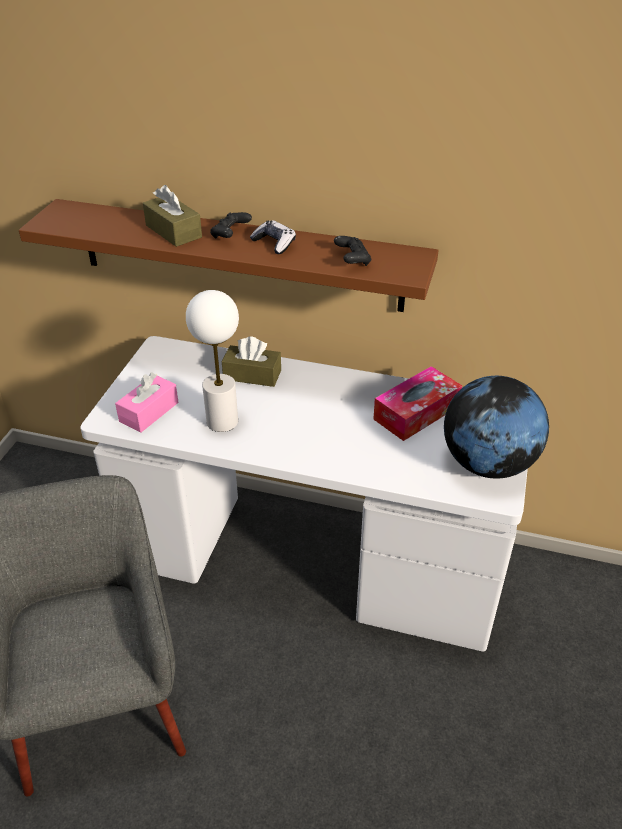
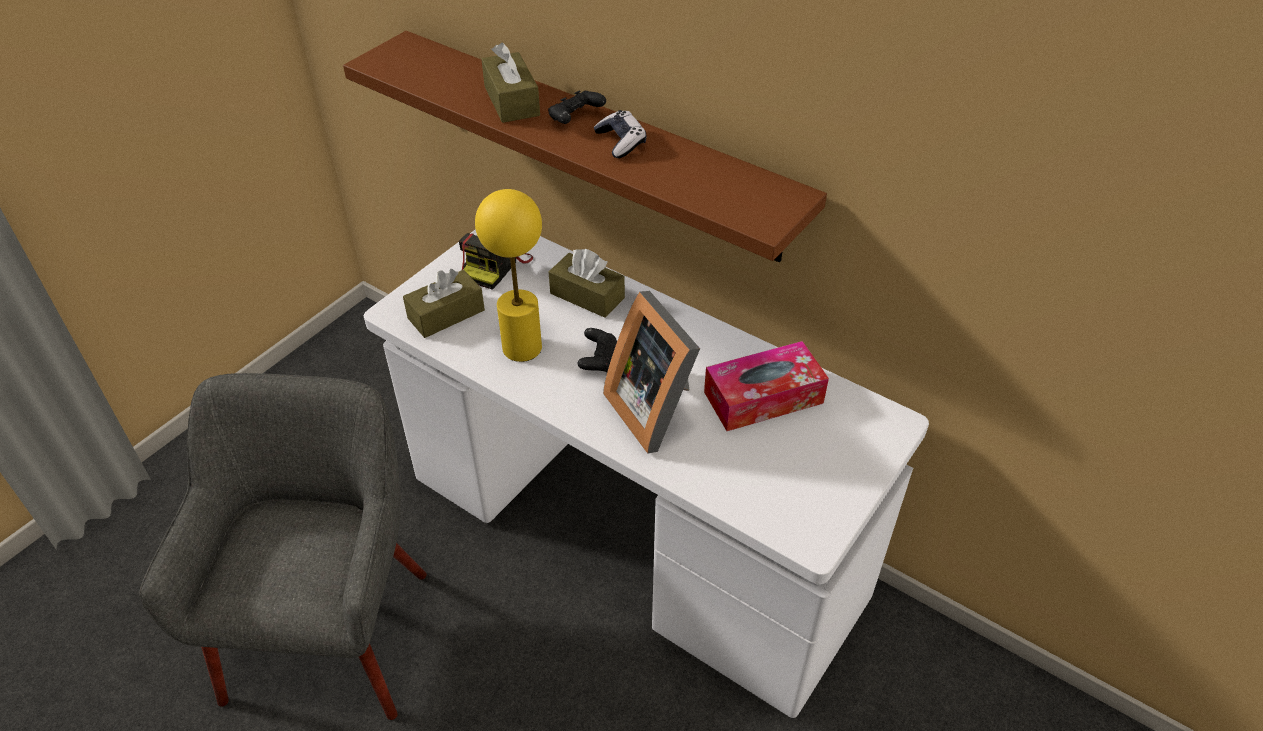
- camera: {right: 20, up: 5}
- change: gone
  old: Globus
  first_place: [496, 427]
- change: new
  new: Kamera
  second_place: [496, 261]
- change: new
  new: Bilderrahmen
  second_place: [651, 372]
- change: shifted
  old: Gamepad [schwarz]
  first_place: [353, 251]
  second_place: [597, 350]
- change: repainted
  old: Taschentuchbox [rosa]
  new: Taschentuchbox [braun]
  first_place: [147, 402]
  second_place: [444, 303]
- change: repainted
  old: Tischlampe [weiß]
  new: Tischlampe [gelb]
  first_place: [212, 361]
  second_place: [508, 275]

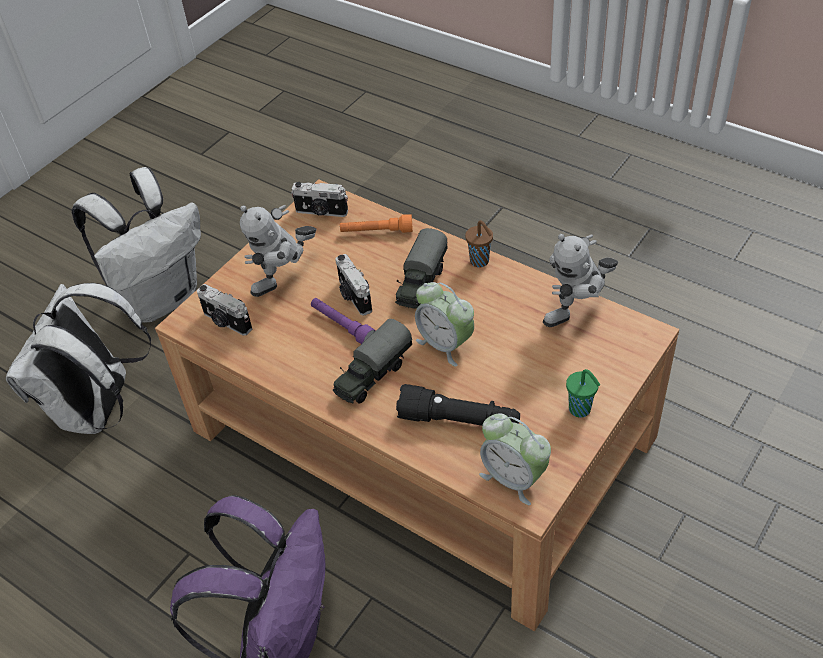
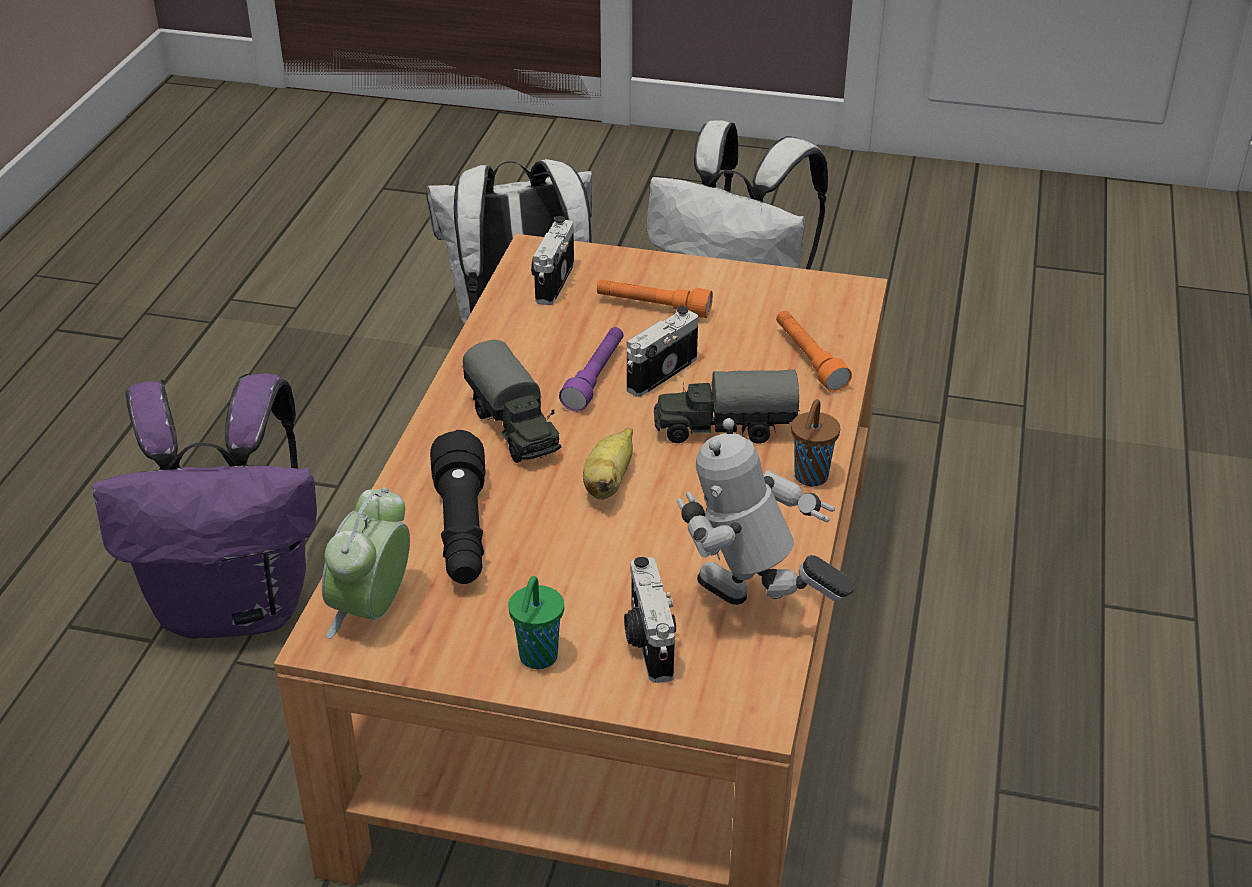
- camera: {right: 65, up: -10}
- change: shifted
  old: Kamera
  first_place: [319, 199]
  second_place: [650, 620]
- change: swapped
  old: Spielzeugroboter
  new: Taschenlampe [orange]
  first_place: [278, 251]
  second_place: [655, 299]
- change: swapped
  old: Wecker
  new: Banane
  first_place: [444, 324]
  second_place: [608, 464]
- change: rotated
  old: Spielzeuglaster
  first_place: [372, 361]
  second_place: [512, 401]
  degrees: -135

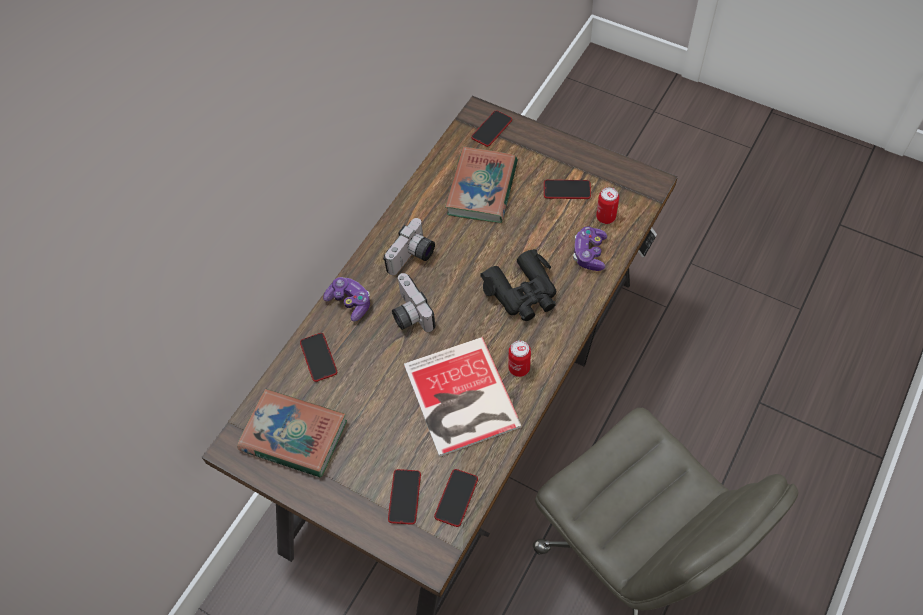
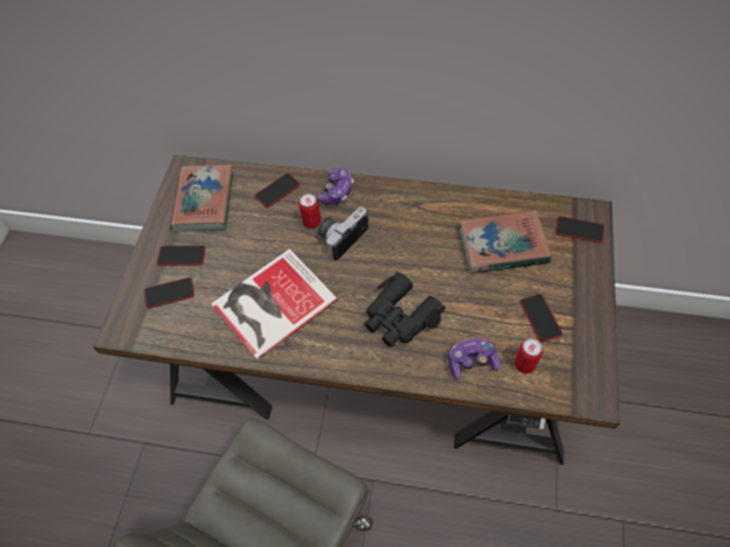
- camera: {right: 70, up: 0}
- change: gone
  old: Kamera
  first_place: [409, 246]
- change: shifted
  old: Handy
  first_place: [456, 498]
  second_place: [181, 255]
- change: shifted
  old: Dose
  first_place: [519, 358]
  second_place: [310, 211]

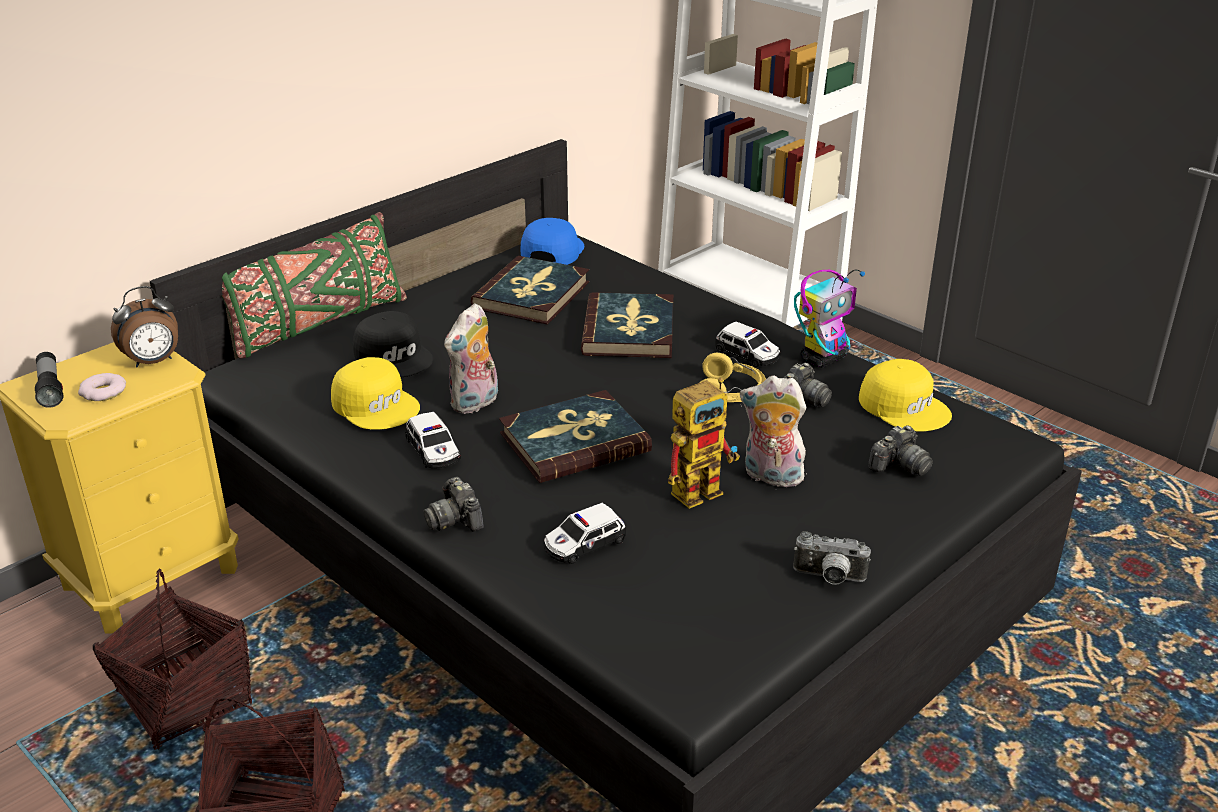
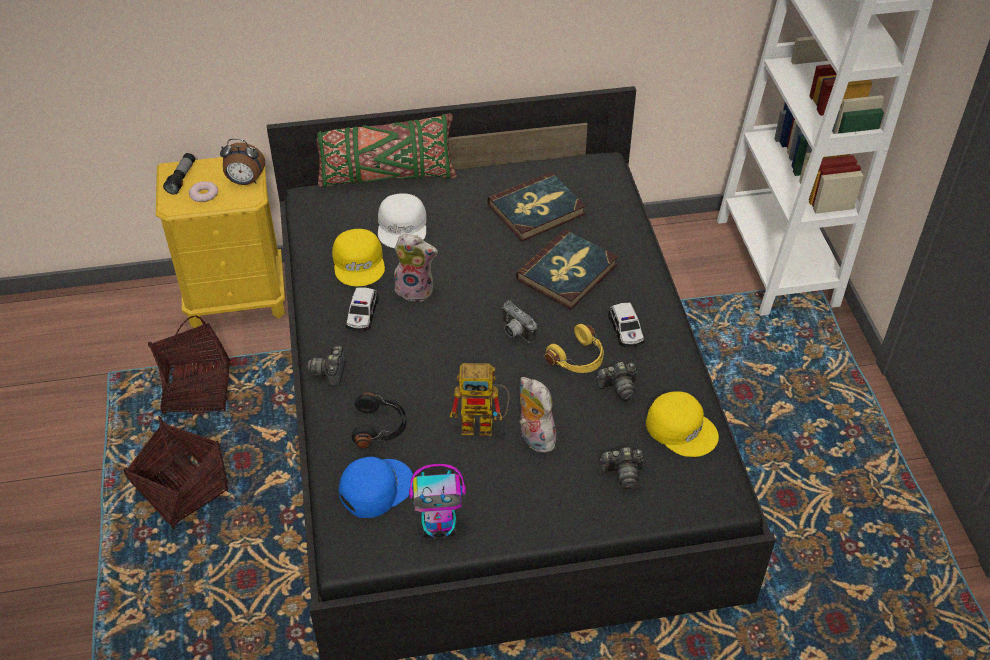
- camera: {right: 35, up: 15}
- change: gone
  old: Buch
  first_place: [575, 436]
- change: shifted
  old: Kappe [blau]
  first_place: [552, 241]
  second_place: [376, 487]
- change: shifted
  old: Kamera
  first_place: [832, 557]
  second_place: [519, 321]
- change: shifted
  old: Spielzeugroboter
  first_place: [829, 319]
  second_place: [437, 501]
- change: swapped
  old: Spielzeugauto
  new: Kopfhörer [schwarz]
  first_place: [585, 533]
  second_place: [379, 420]
- change: repainted
  old: Kappe [schwarz]
  new: Kappe [weiß]
  first_place: [393, 344]
  second_place: [402, 220]
- change: rotated
  old: Plüschtier
  first_place: [471, 358]
  second_place: [416, 268]
  degrees: -150
- change: rotated
  old: Kappe [gelb]
  first_place: [905, 395]
  second_place: [682, 424]
  degrees: -45

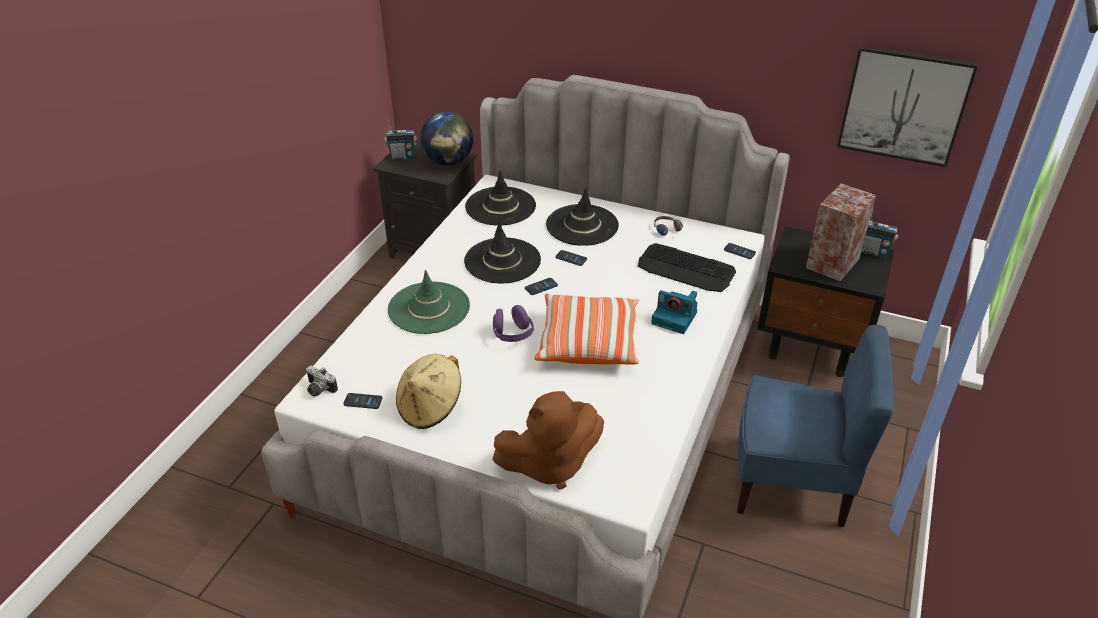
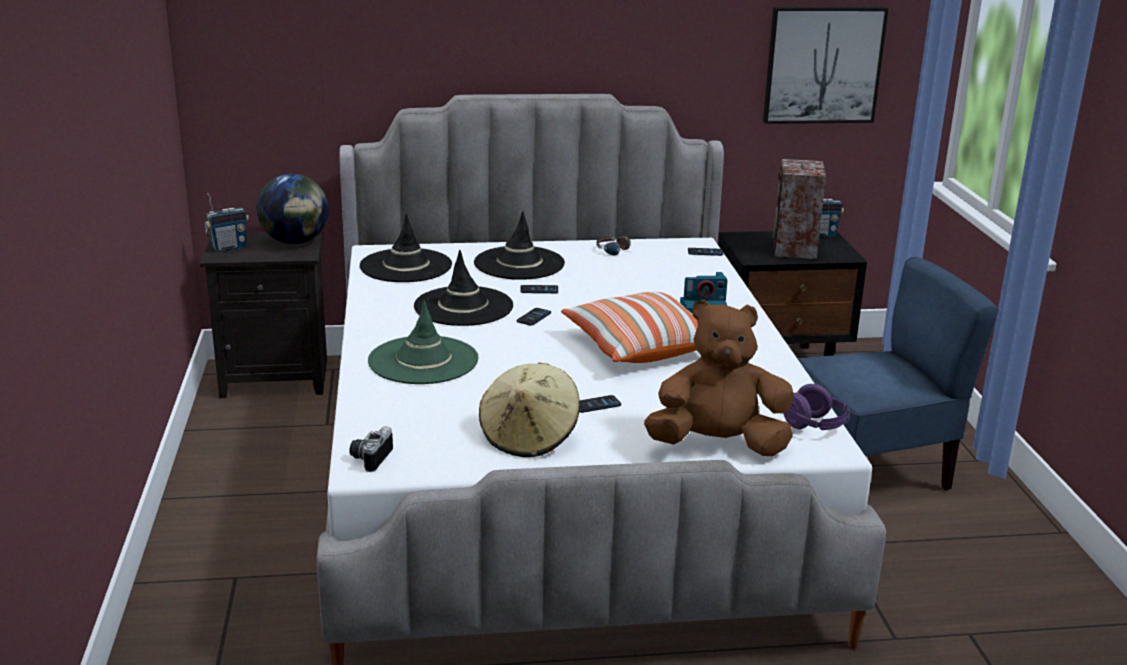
- camera: {right: -30, up: -15}
- change: gone
  old: Tastatur
  first_place: [687, 267]
- change: shifted
  old: Handy
  first_place: [362, 401]
  second_place: [600, 404]
- change: shifted
  old: Kopfhörer [lila]
  first_place: [513, 323]
  second_place: [816, 407]
- change: rotated
  old: Kamera
  first_place: [322, 381]
  second_place: [371, 449]
  degrees: 105
- change: rotated
  old: Plüschtier [braun]
  first_place: [548, 440]
  second_place: [719, 377]
  degrees: -135

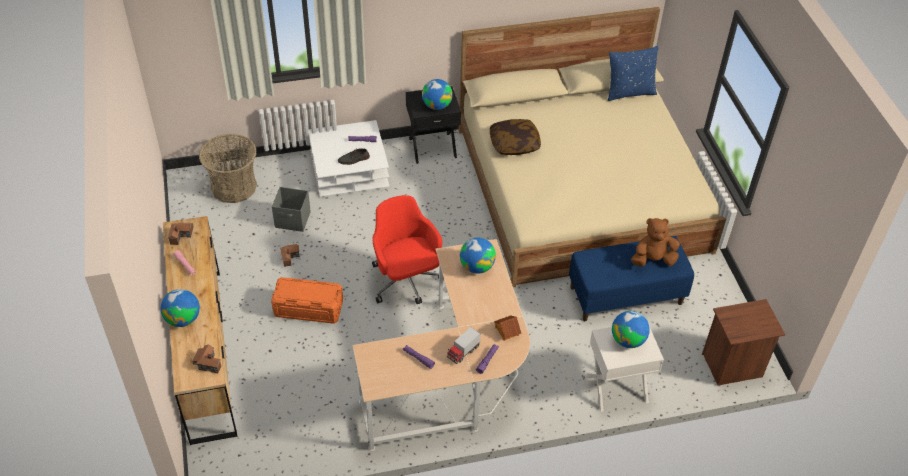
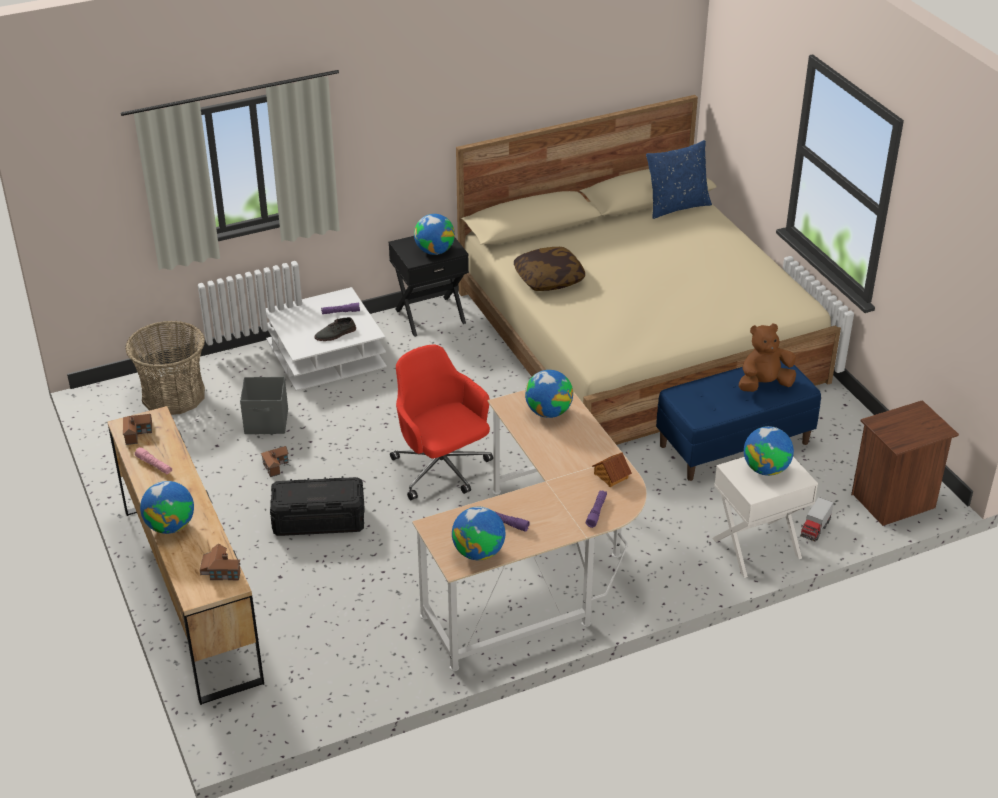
- camera: {right: -10, up: -10}
- change: new
  new: Globus
  second_place: [478, 533]
- change: shifted
  old: Spielzeuglaster
  first_place: [464, 345]
  second_place: [817, 519]
- change: repainted
  old: Aufbewahrungsbox [orange]
  new: Aufbewahrungsbox [schwarz]
  first_place: [307, 300]
  second_place: [317, 506]

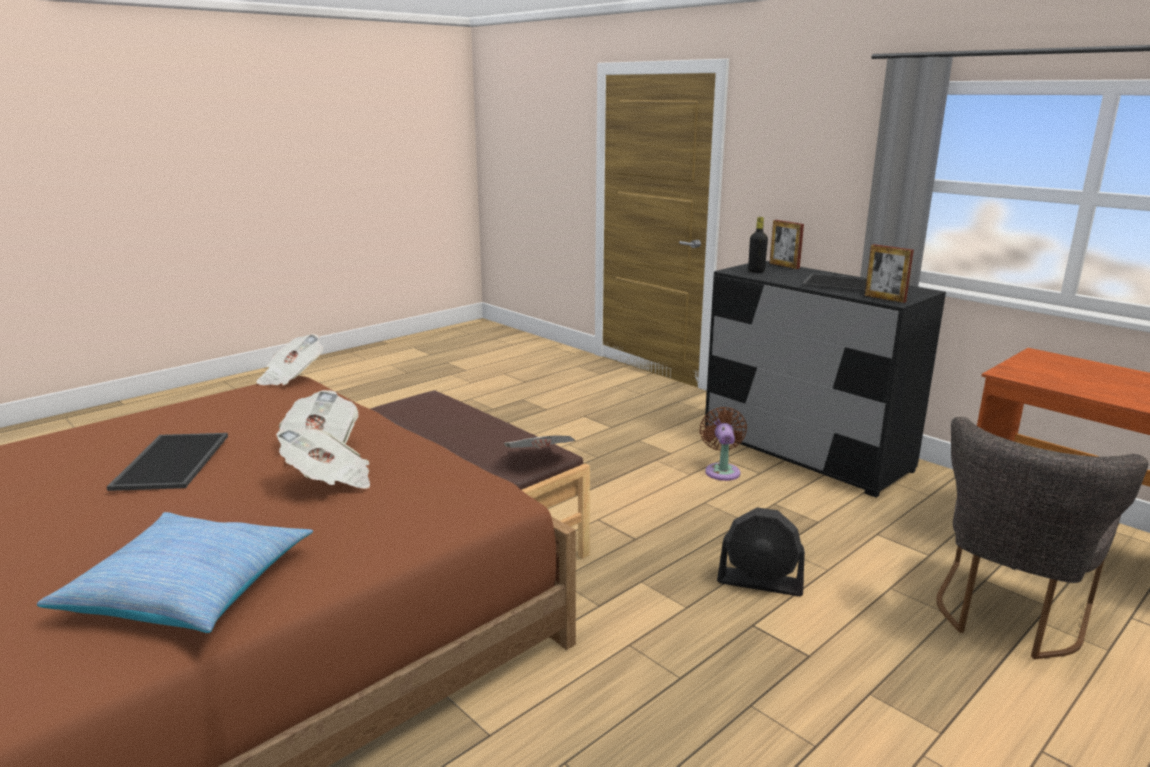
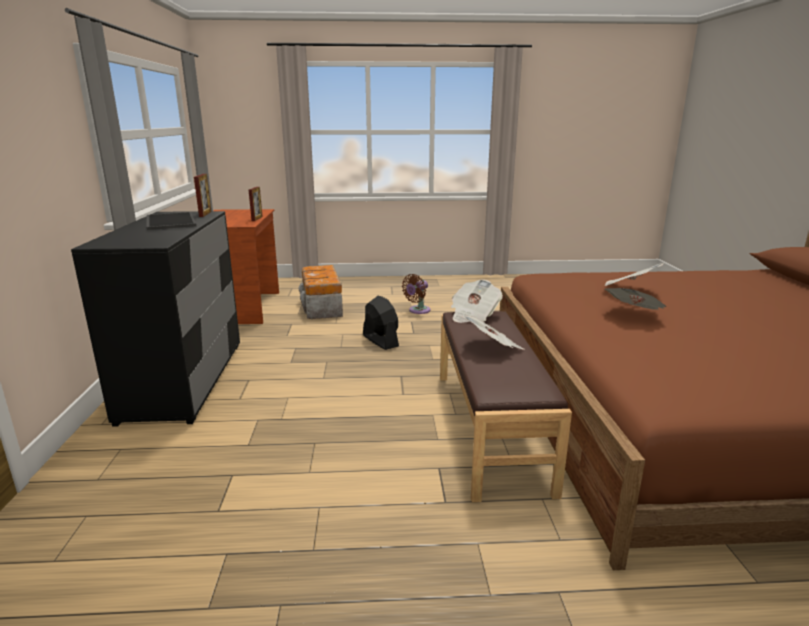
- camera: {right: -140, up: 0}
- change: gone
  old: Kissen
  first_place: [175, 572]
- change: gone
  old: Tablett
  first_place: [167, 462]
- change: gone
  old: Flasche [schwarz]
  first_place: [758, 245]
- change: shifted
  old: Zeitung
  first_place: [289, 359]
  second_place: [493, 333]
- change: shifted
  old: Ventilator [braun]
  first_place: [723, 444]
  second_place: [416, 294]
- change: shifted
  old: Bilderrahmen
  first_place: [787, 244]
  second_place: [256, 204]
- change: swapped
  old: Stuhl [grau]
  new: Aufbewahrungsbox
  first_place: [1042, 538]
  second_place: [320, 292]

